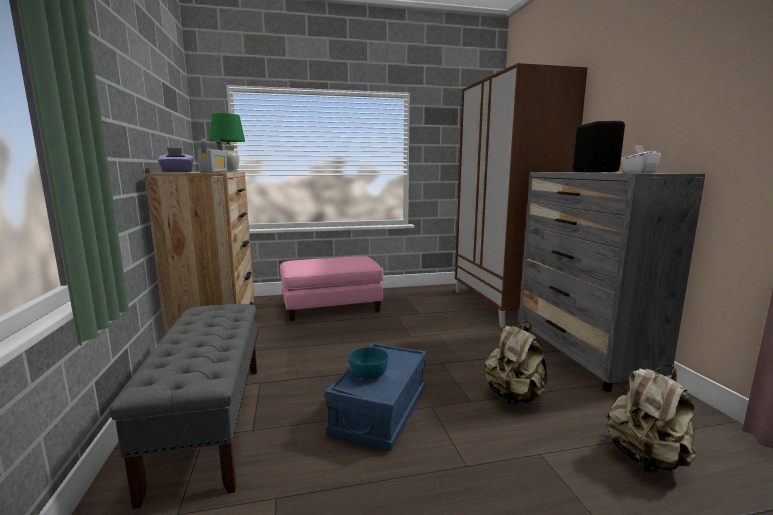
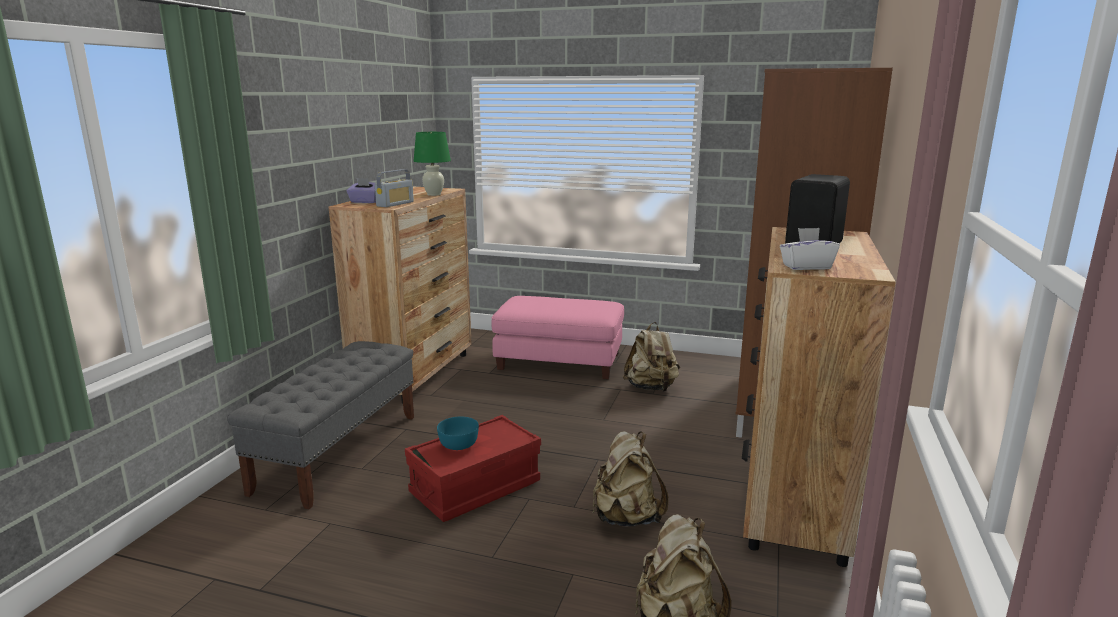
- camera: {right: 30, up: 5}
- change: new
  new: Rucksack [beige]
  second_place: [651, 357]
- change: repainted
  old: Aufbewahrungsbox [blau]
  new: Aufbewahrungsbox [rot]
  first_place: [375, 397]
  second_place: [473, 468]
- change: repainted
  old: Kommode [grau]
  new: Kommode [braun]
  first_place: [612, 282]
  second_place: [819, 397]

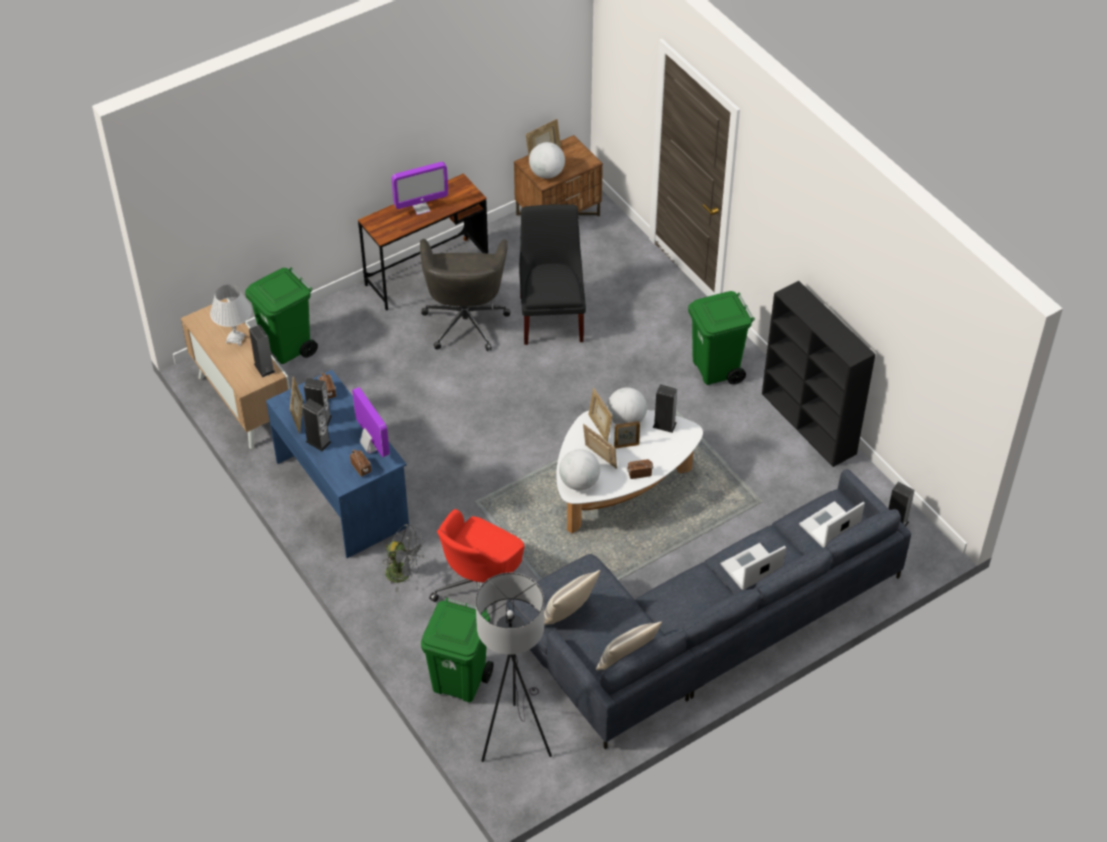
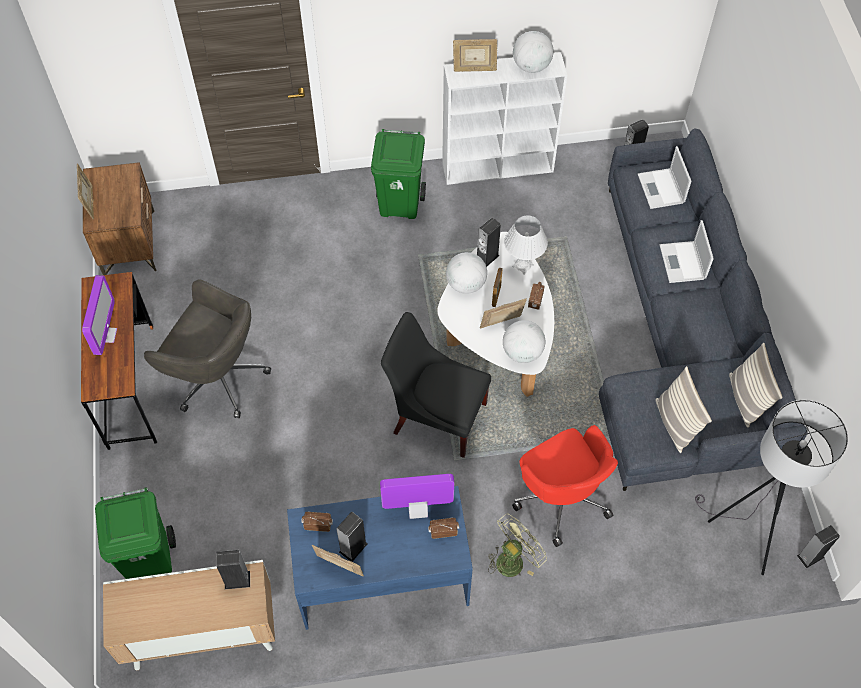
- camera: {right: -65, up: 10}
- change: gone
  old: Mülleimer [grün]
  first_place: [457, 650]
- change: shifted
  old: Tischlampe [weiß]
  first_place: [231, 315]
  second_place: [526, 245]
- change: shifted
  old: Lautsprecher
  first_place: [316, 425]
  second_place: [818, 546]
- change: shifted
  old: Stuhl [schwarz]
  first_place: [552, 274]
  second_place: [436, 385]
- change: shifted
  old: Globus
  first_place: [547, 160]
  second_place: [533, 52]
- change: shifted
  old: Bilderrahmen
  first_place: [600, 415]
  second_place: [475, 55]
- change: repainted
  old: Ventilator [grau]
  new: Ventilator [grün]
  first_place: [404, 558]
  second_place: [517, 545]
- change: repainted
  old: Bücherregal [schwarz]
  new: Bücherregal [weiß]
  first_place: [818, 374]
  second_place: [504, 118]

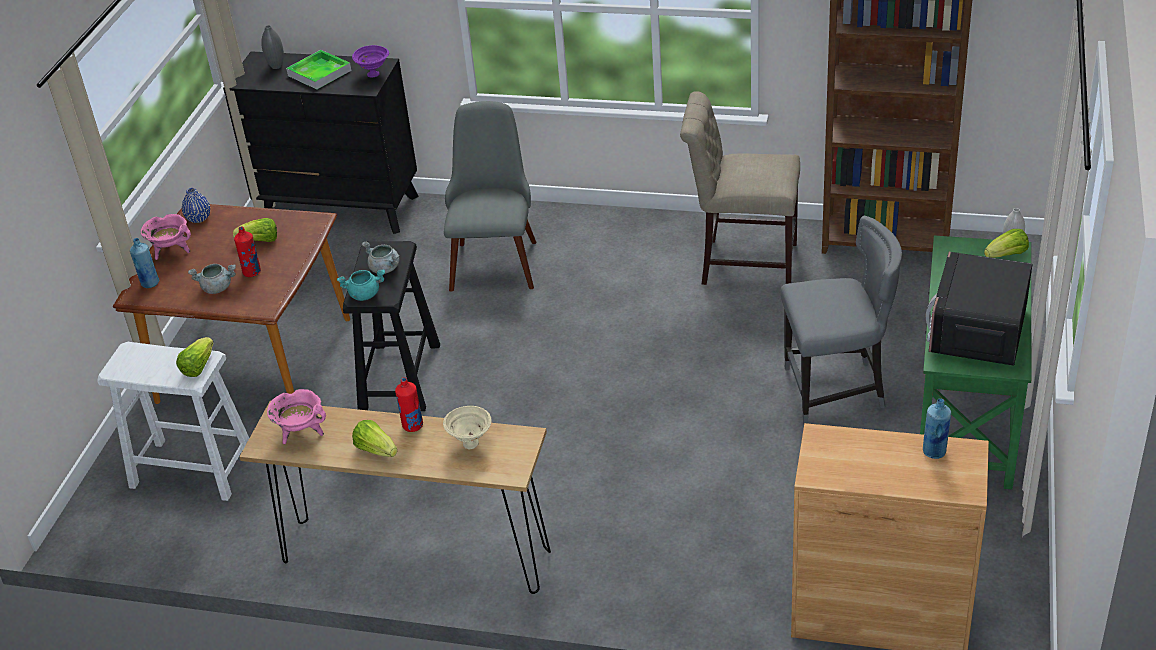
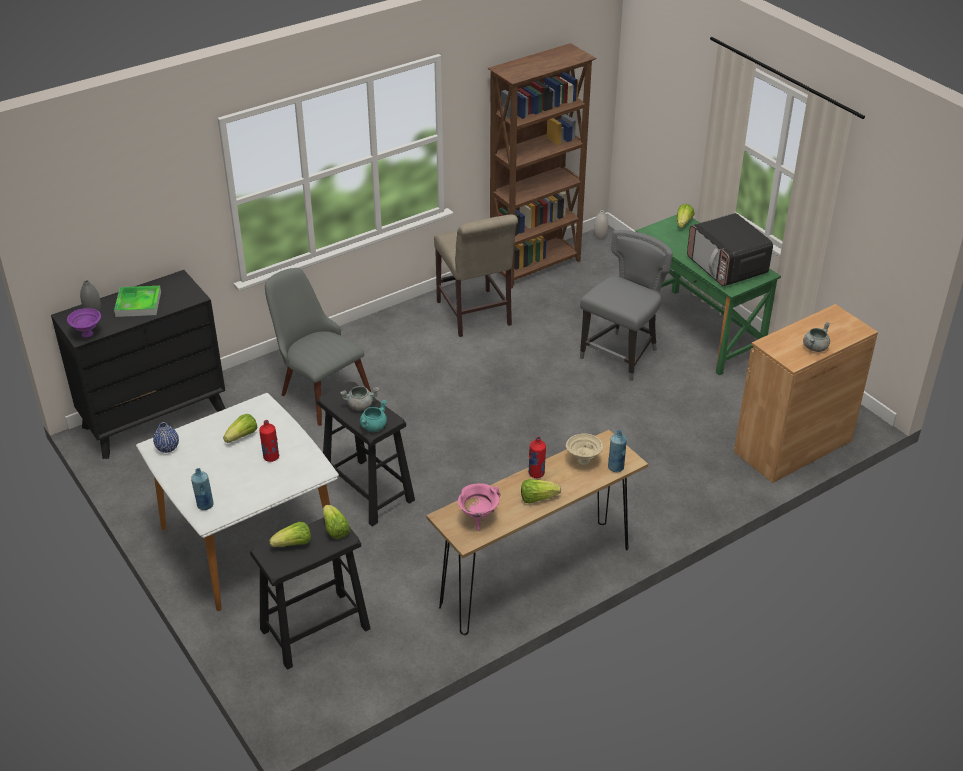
- camera: {right: -50, up: 0}
- change: gone
  old: Kochtopf [rosa]
  first_place: [166, 237]
- change: new
  new: Salatkopf
  second_place: [290, 534]
- change: shifted
  old: Kochtopf [grau]
  first_place: [212, 279]
  second_place: [816, 337]
- change: shifted
  old: Schüssel [lila]
  first_place: [370, 61]
  second_place: [84, 323]
- change: shifted
  old: Flasche [blau]
  first_place: [937, 428]
  second_place: [617, 451]
- change: repainted
  old: Hocker [weiß]
  new: Hocker [schwarz]
  first_place: [173, 421]
  second_place: [310, 593]
- change: repainted
  old: Esstisch [braun]
  new: Esstisch [weiß]
  first_place: [231, 304]
  second_place: [237, 502]
- change: rotated
  old: Stuhl [beige]
  first_place: [740, 188]
  second_place: [476, 276]
  degrees: -75

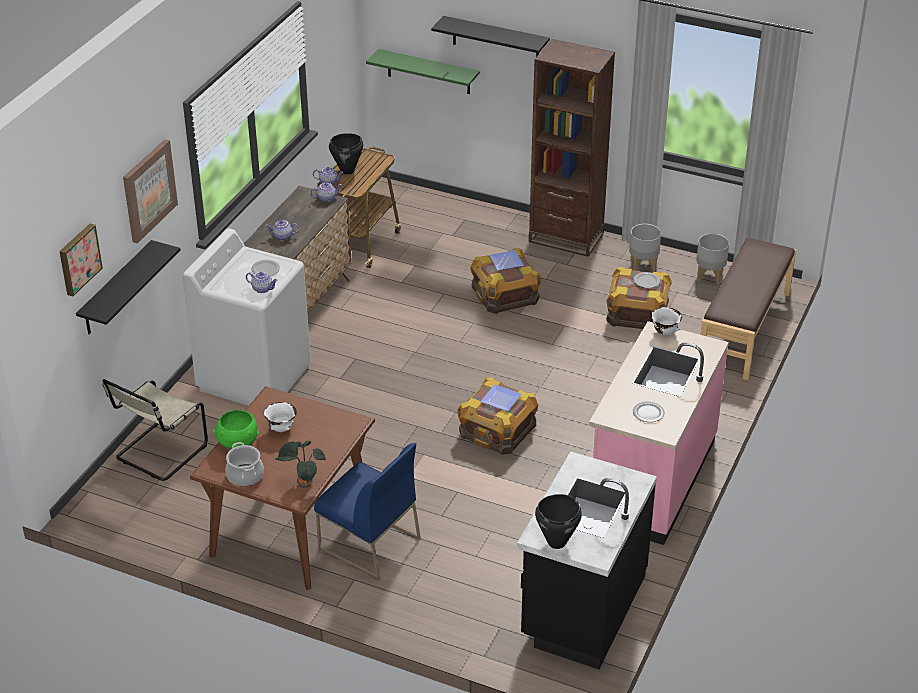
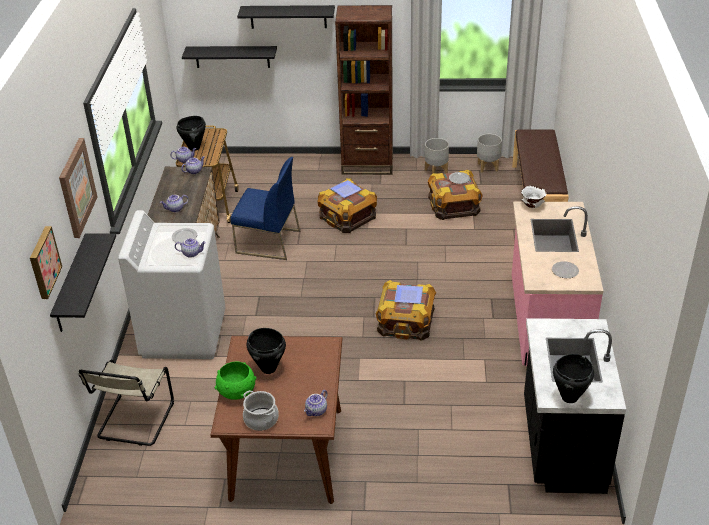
- camera: {right: -20, up: 0}
- change: shifted
  old: Stuhl [blau]
  first_place: [367, 511]
  second_place: [265, 208]
- change: swapped
  old: Schüssel [weiß]
  new: Kochtopf [schwarz]
  first_place: [280, 417]
  second_place: [266, 351]
- change: swapped
  old: Topfpflanze
  new: Teekanne
  first_place: [301, 464]
  second_place: [316, 403]
- change: repainted
  old: Wandregal [grün]
  new: Wandregal [schwarz]
  first_place: [423, 71]
  second_place: [229, 57]

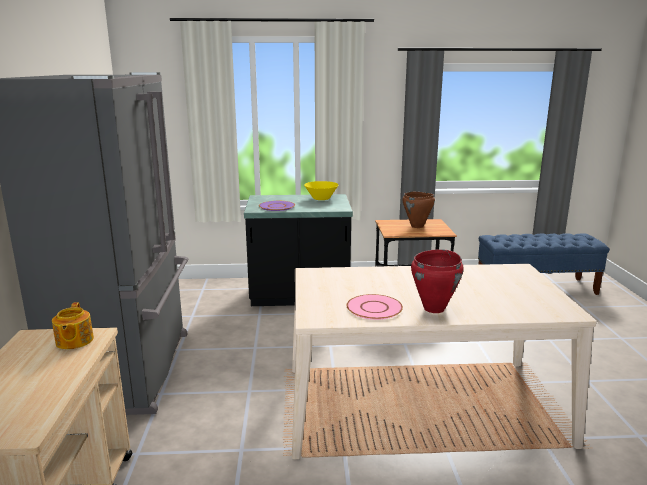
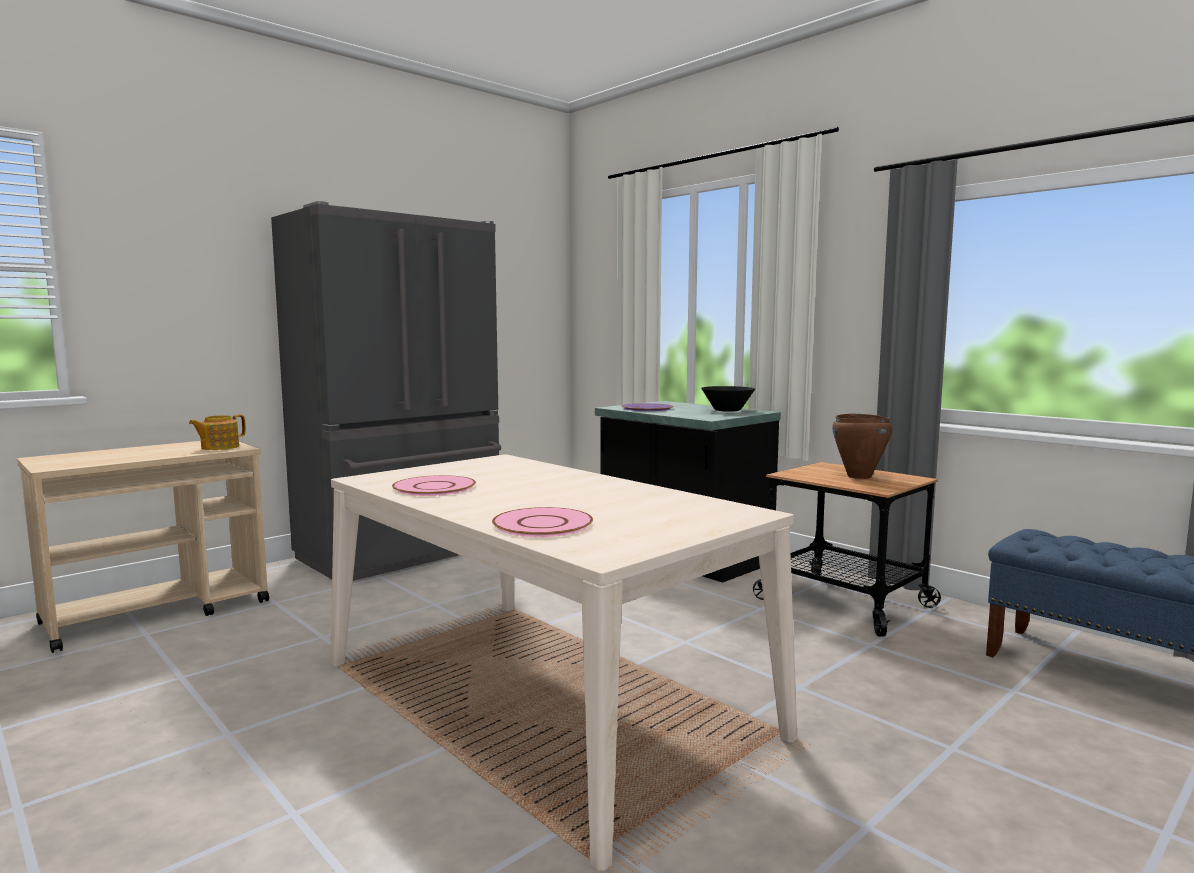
- camera: {right: 50, up: -10}
- change: gone
  old: Kochtopf [rot]
  first_place: [437, 281]
- change: new
  new: Teller [rosa]
  second_place: [542, 522]
- change: repainted
  old: Schüssel [gelb]
  new: Schüssel [schwarz]
  first_place: [321, 190]
  second_place: [728, 399]

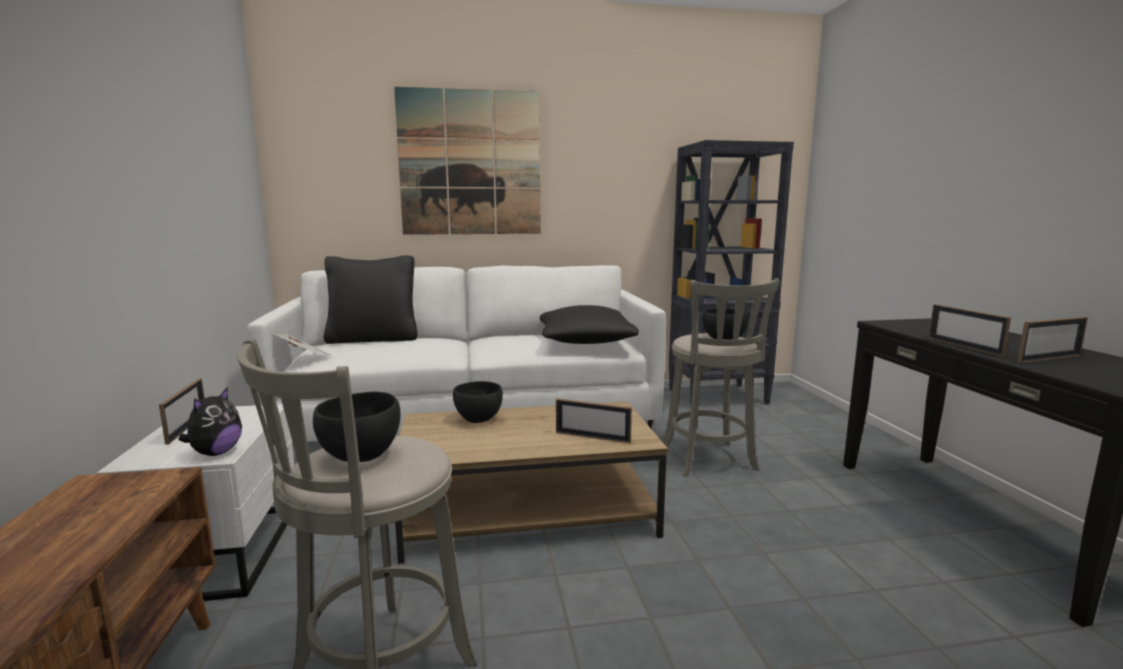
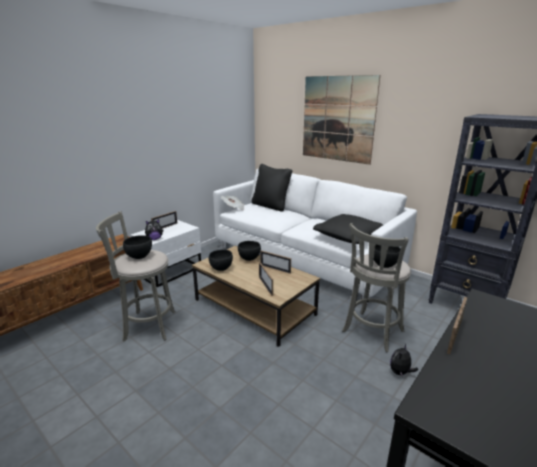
- camera: {right: 50, up: 10}
- change: new
  new: Schüssel [schwarz]
  second_place: [221, 260]
- change: new
  new: Plüschtier
  second_place: [404, 360]
- change: shifted
  old: Bilderrahmen
  first_place: [1052, 340]
  second_place: [275, 262]

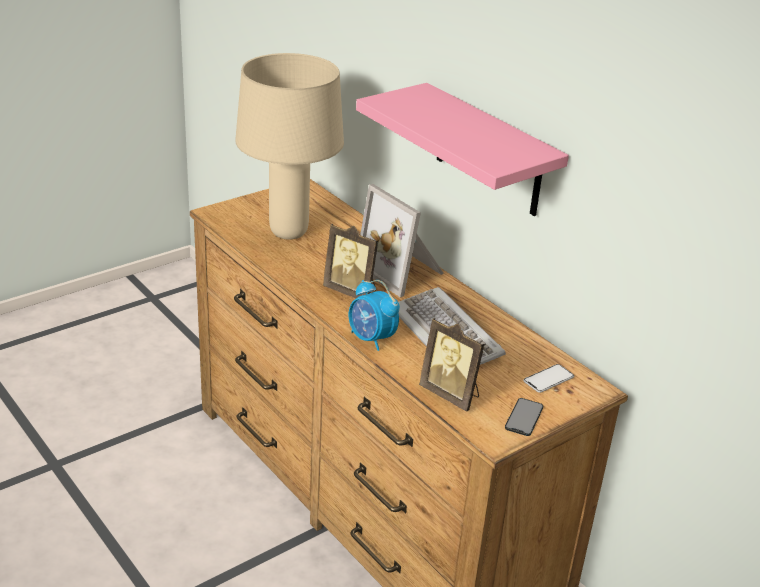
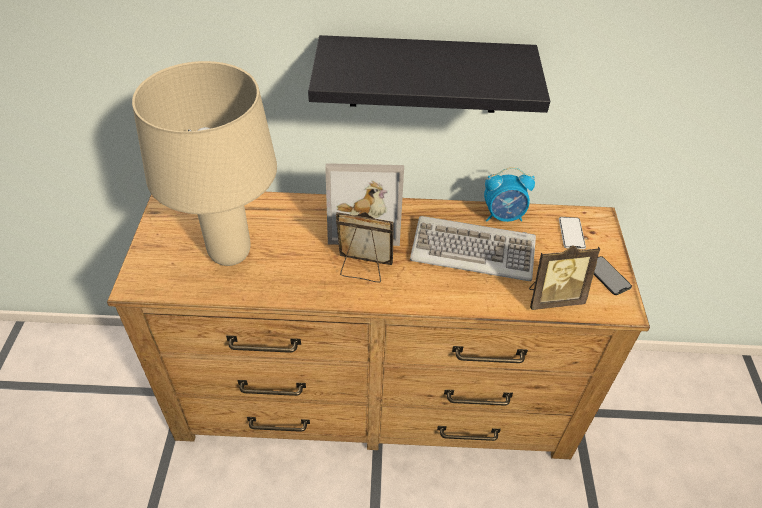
- camera: {right: -50, up: 15}
- change: shifted
  old: Wecker
  first_place: [374, 315]
  second_place: [509, 194]
- change: repainted
  old: Wandregal [rosa]
  new: Wandregal [schwarz]
  first_place: [462, 149]
  second_place: [429, 74]
- change: rotated
  old: Bilderrahmen
  first_place: [350, 261]
  second_place: [365, 247]
  degrees: -150

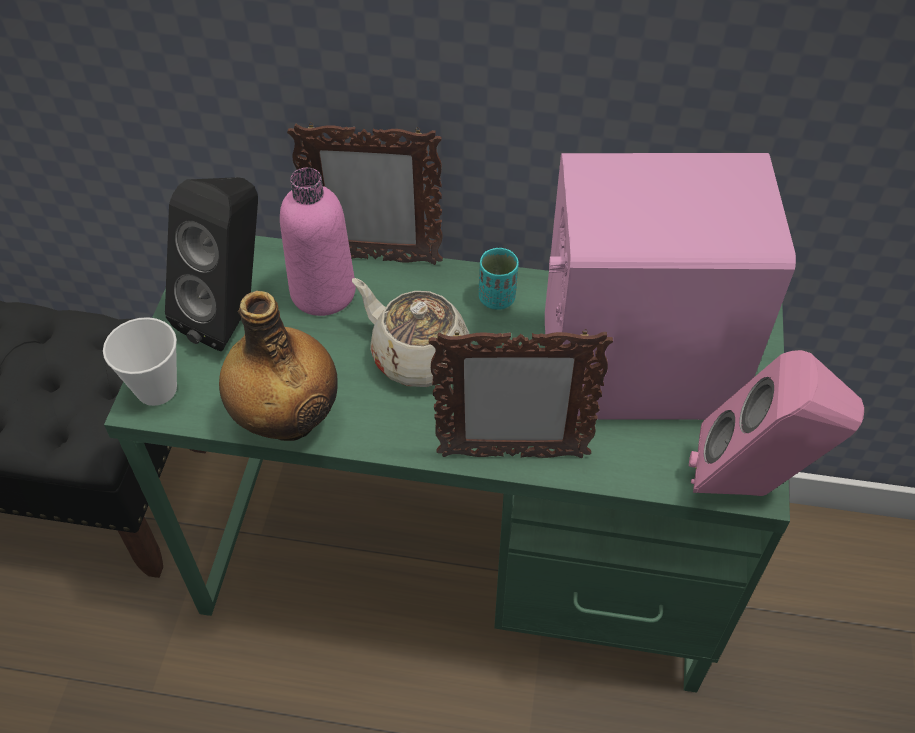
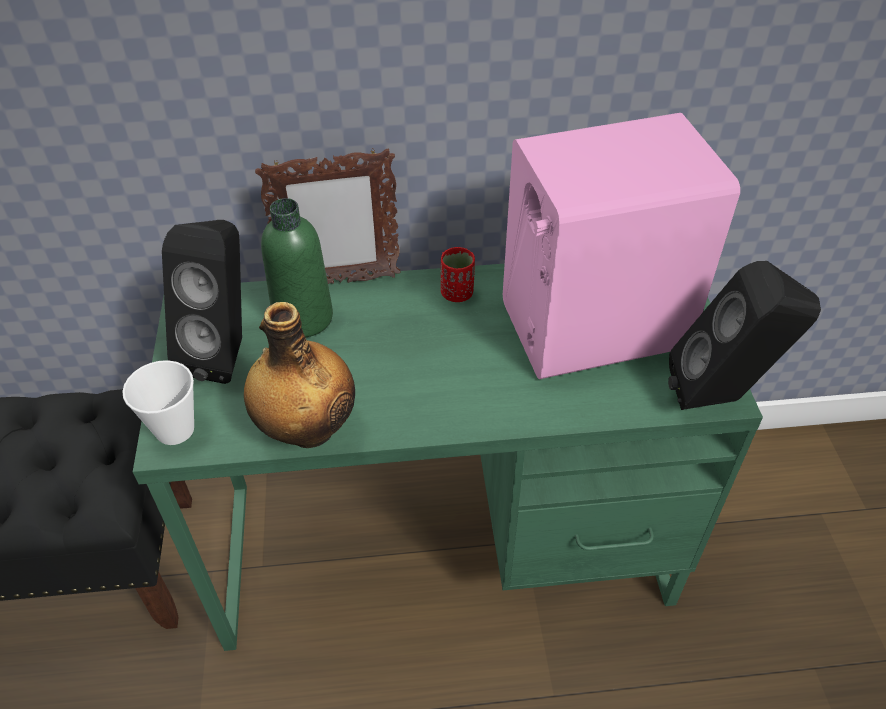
- camera: {right: -15, up: -5}
- change: gone
  old: Teekanne [beige]
  first_place: [411, 332]
- change: gone
  old: Bilderrahmen
  first_place: [521, 393]
- change: repainted
  old: Flasche [rosa]
  new: Flasche [grün]
  first_place: [318, 242]
  second_place: [297, 268]
- change: repainted
  old: Tasse [türkis]
  new: Tasse [rot]
  first_place: [499, 279]
  second_place: [458, 274]
- change: repainted
  old: Lautsprecher [rosa]
  new: Lautsprecher [schwarz]
  first_place: [776, 423]
  second_place: [744, 335]

